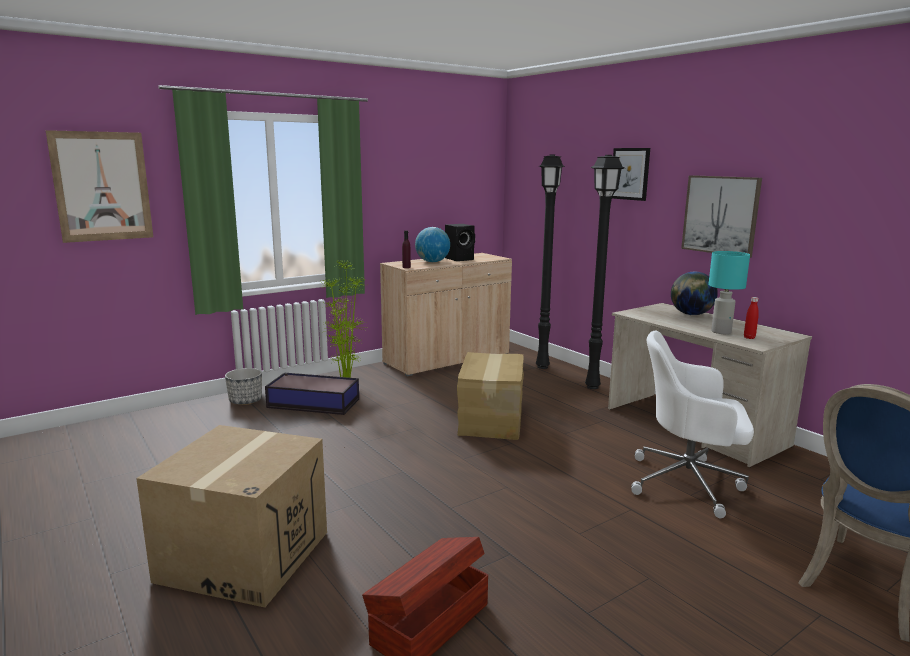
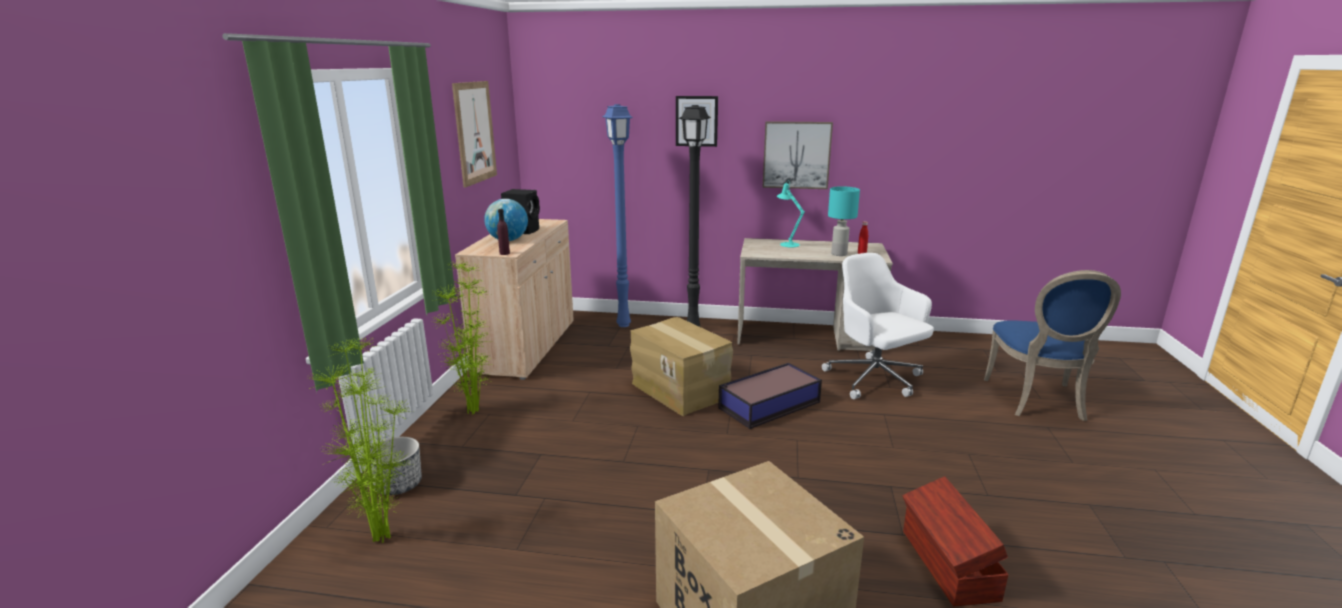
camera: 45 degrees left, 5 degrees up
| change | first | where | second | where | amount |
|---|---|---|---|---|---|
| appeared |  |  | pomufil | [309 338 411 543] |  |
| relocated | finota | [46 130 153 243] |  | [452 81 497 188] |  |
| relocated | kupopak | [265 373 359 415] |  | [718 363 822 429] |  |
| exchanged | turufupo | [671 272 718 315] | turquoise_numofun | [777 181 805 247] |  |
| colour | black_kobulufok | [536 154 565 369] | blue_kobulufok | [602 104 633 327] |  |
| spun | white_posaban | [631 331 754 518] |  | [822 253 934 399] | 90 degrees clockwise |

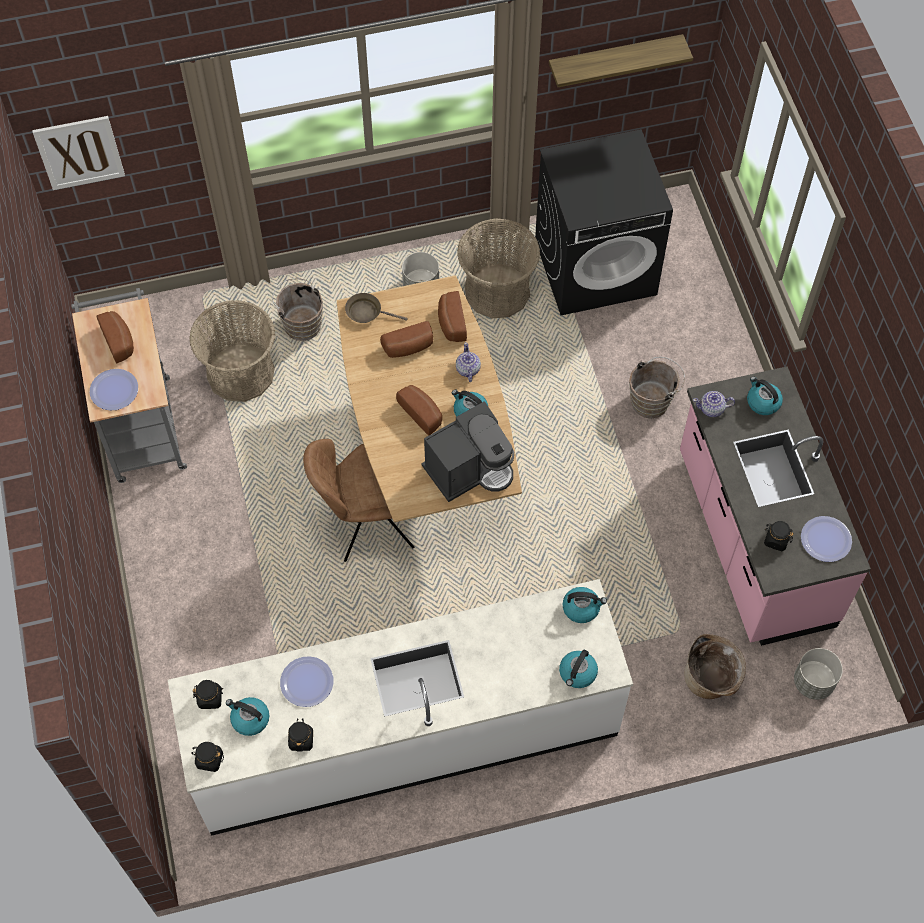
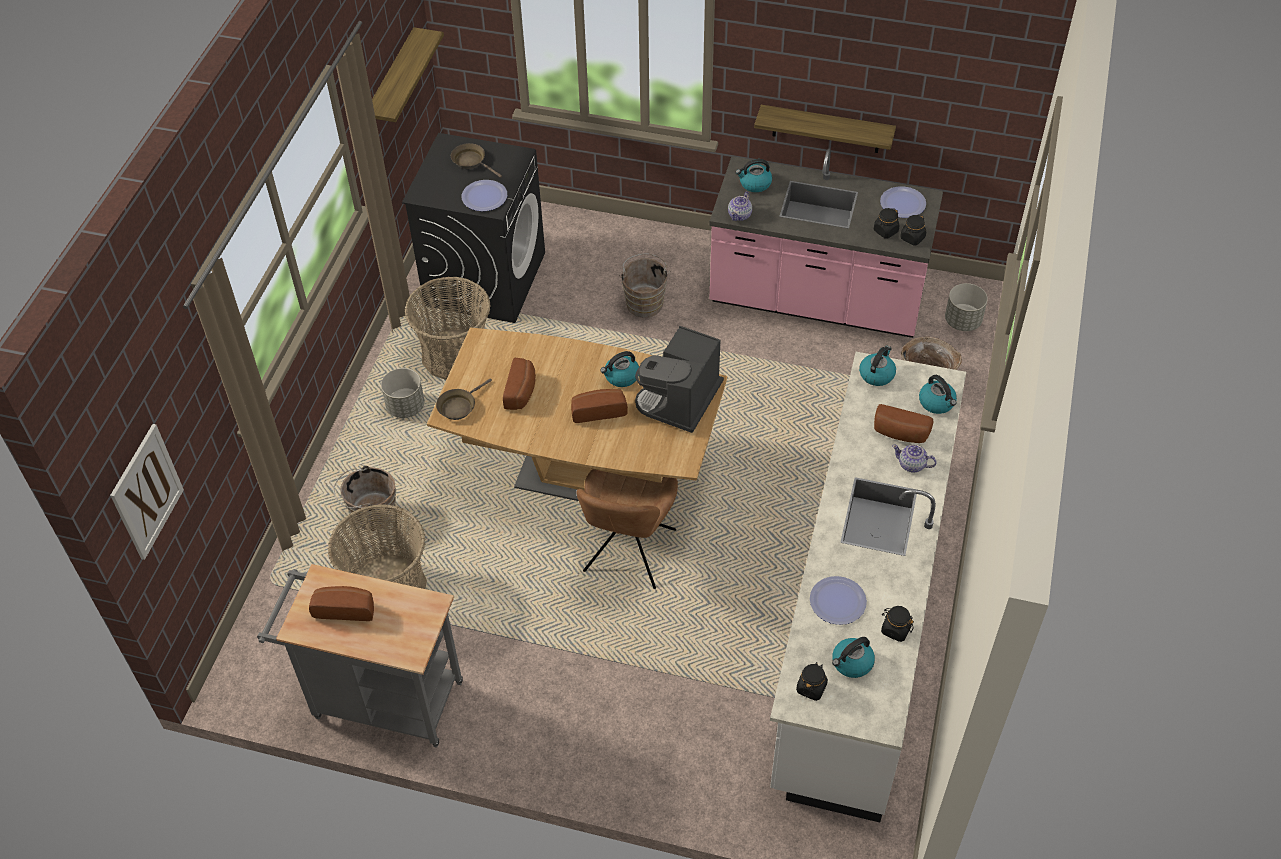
camera: 60 degrees left, 10 degrees down
| change | first | where | second | where | amount |
|---|---|---|---|---|---|
| appeared |  |  | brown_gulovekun | [451 143 502 178] |  |
| appeared |  |  | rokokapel | [754 105 896 153] |  |
| relocated | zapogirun | [90 369 138 410] |  | [462 180 507 211] |  |
| relocated | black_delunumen | [191 742 224 772] |  | [900 214 926 246] |  |
| relocated | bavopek | [438 291 467 342] |  | [874 404 933 443] |  |
| relocated | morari | [456 342 481 382] |  | [892 444 937 473] |  |
| spun | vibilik | [421 401 514 502] |  | [635 326 724 433] | 150 degrees counterclockwise |

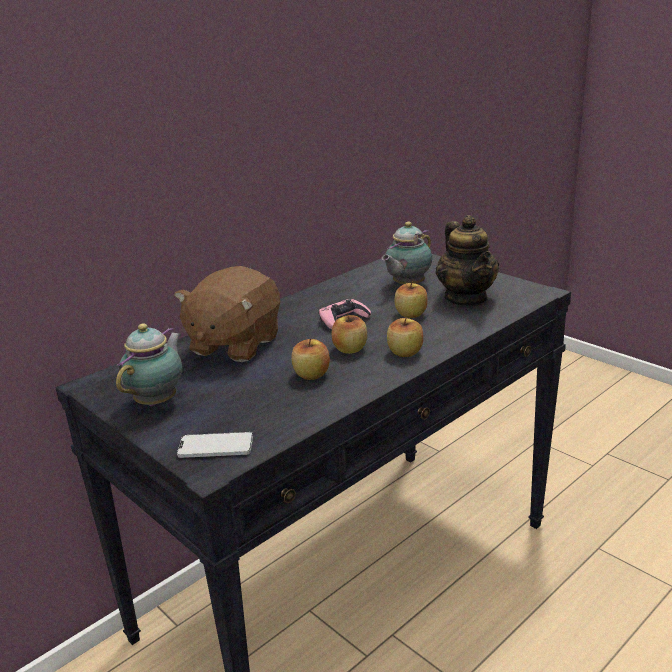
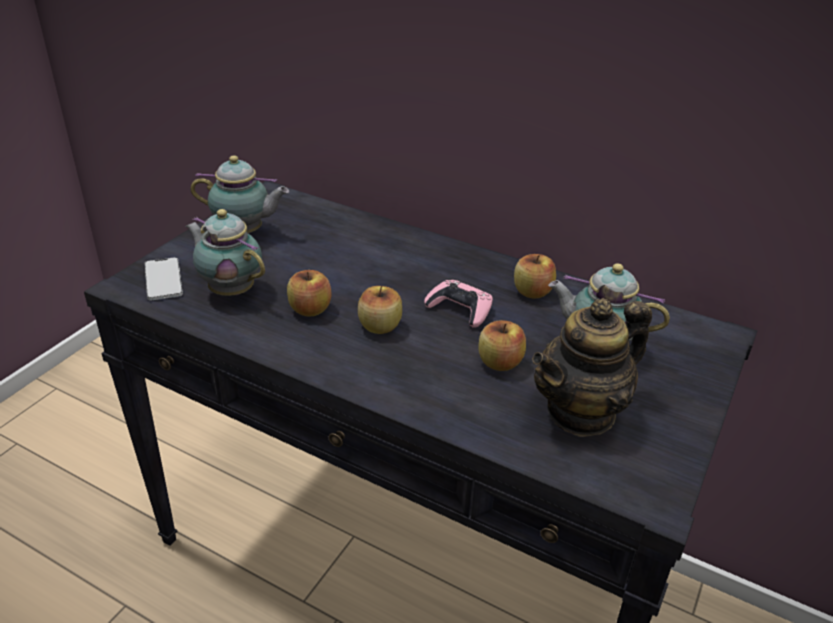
camera: 70 degrees right, 10 degrees up
| change | first | where | second | where | amount |
|---|---|---|---|---|---|
| missing | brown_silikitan | [174 266 280 362] |  |  |  |
| appeared |  |  | morari | [186 209 265 296] |  |
| relocated | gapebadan | [387 316 423 357] |  | [514 254 556 299] |  |

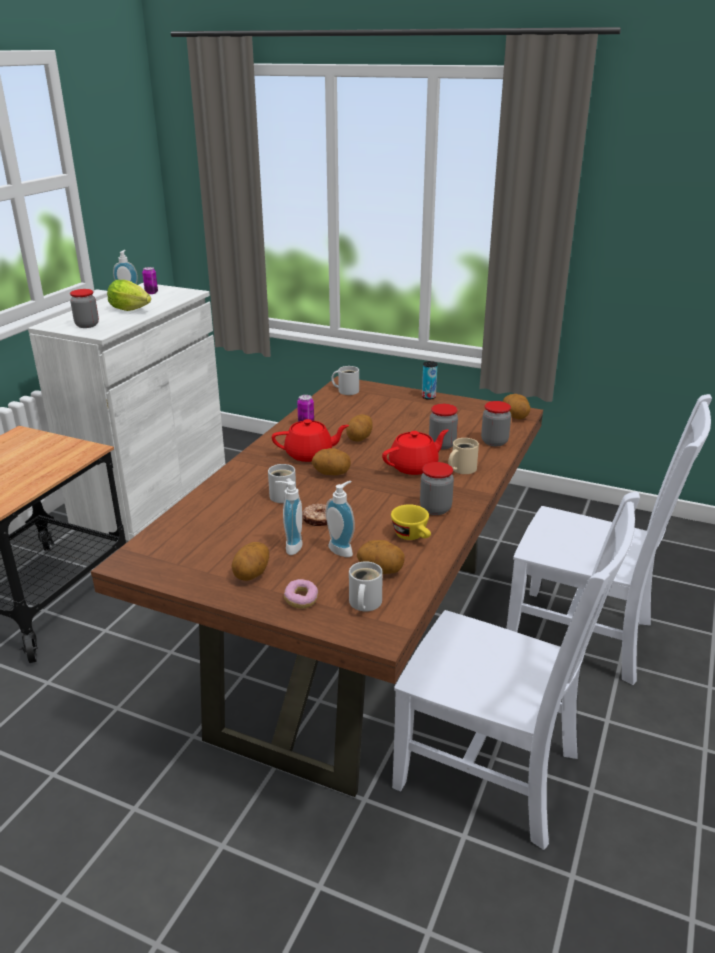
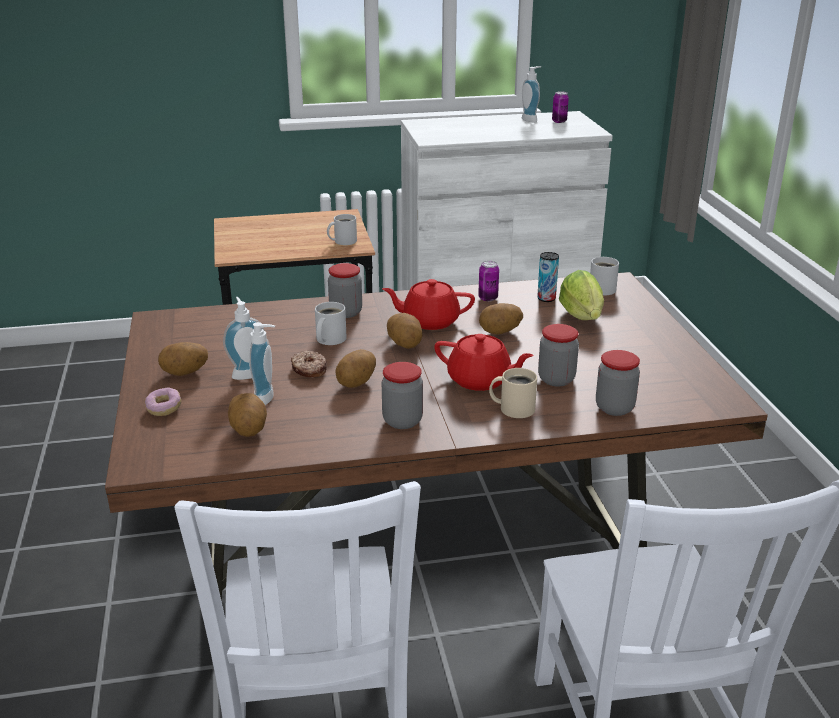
camera: 55 degrees right, 0 degrees up
| change | first | where | second | where | amount |
|---|---|---|---|---|---|
| missing | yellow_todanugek | [391 504 431 540] |  |  |  |
| relocated | delunumen | [70 289 99 328] |  | [328 263 362 318] |  |
| relocated | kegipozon | [107 280 151 311] |  | [559 270 604 320] |  |
| relocated | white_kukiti | [349 561 383 611] |  | [327 214 357 245] |  |
| relocated | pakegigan | [422 361 437 400] |  | [537 252 559 302] |  |
| relocated | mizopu | [503 394 530 419] |  | [335 349 376 388] |  |
| spun | red_morari | [272 419 349 462] |  | [382 279 475 330] | 135 degrees clockwise |

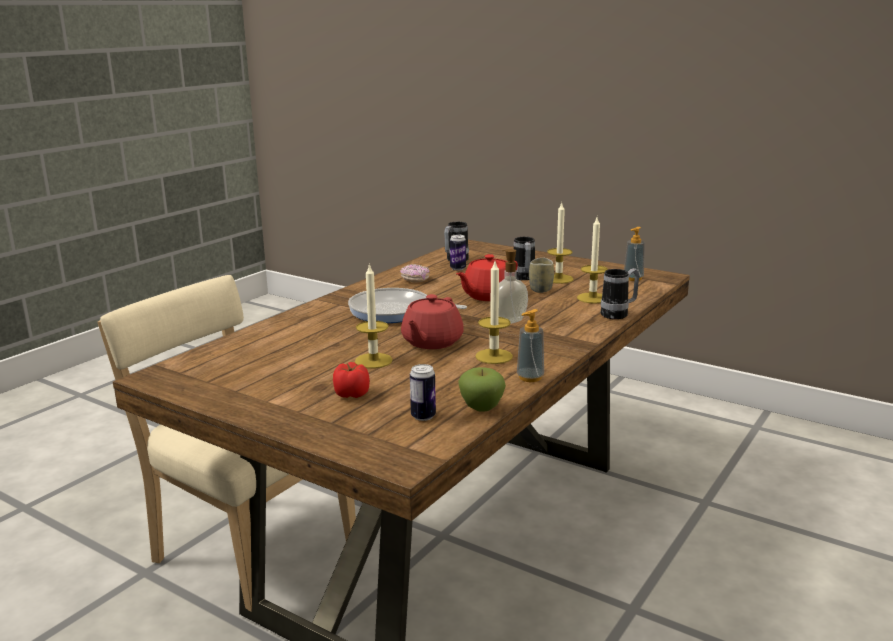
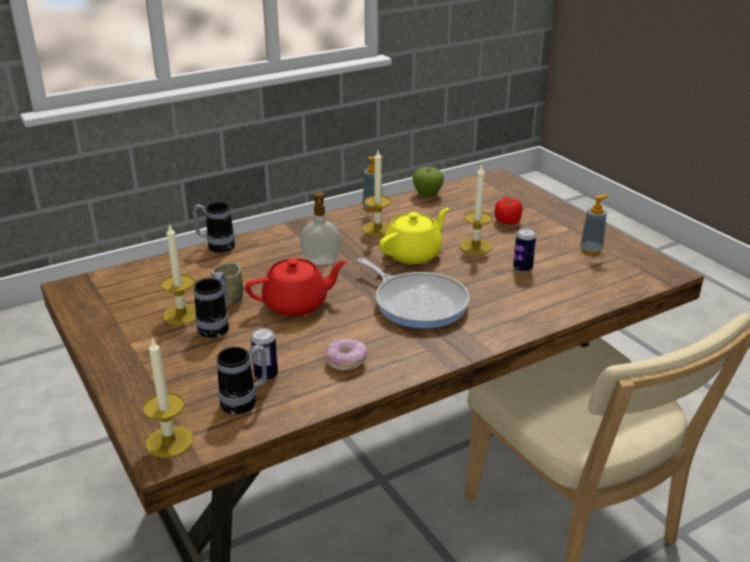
camera: 155 degrees left, 10 degrees up
| change | first | where | second | where | amount |
|---|---|---|---|---|---|
| relocated | pakegigan | [410 364 436 421] |  | [513 228 536 272] |  |
| relocated | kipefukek | [577 217 608 304] |  | [143 337 193 458] |  |
| relocated | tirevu | [624 227 645 281] |  | [580 194 610 255] |  |
| colour | red_morari | [401 294 464 349] | yellow_morari | [379 208 449 264] |  |

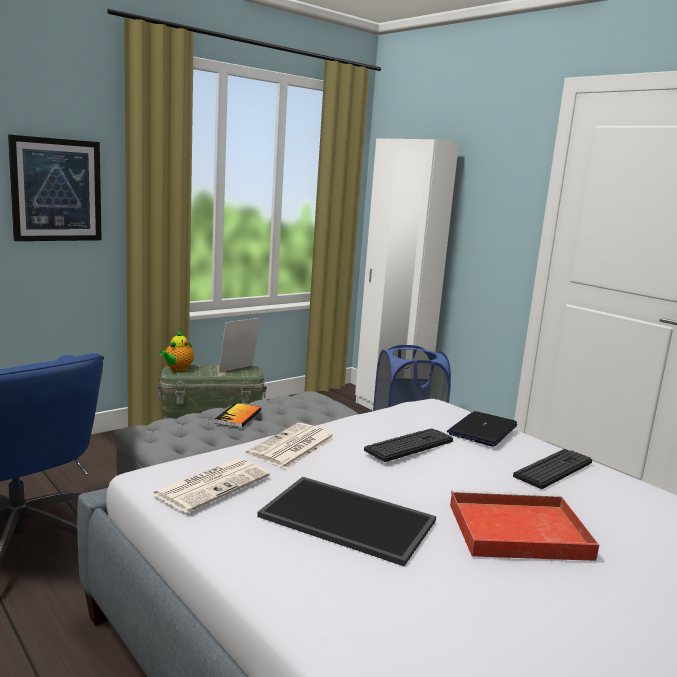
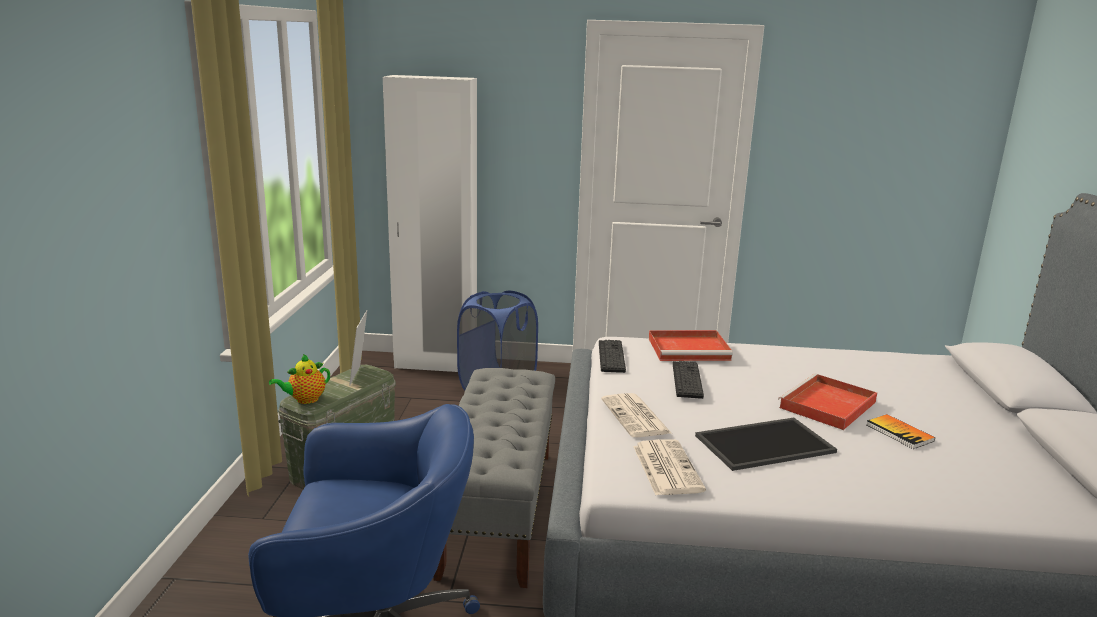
camera: 45 degrees left, 5 degrees up
| change | first | where | second | where | amount |
|---|---|---|---|---|---|
| missing | finota | [8 135 102 241] |  |  |  |
| relocated | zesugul | [215 403 261 428] |  | [867 414 935 449] |  |
| relocated | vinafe | [513 449 592 489] |  | [599 340 626 373] |  |
| exchanged | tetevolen | [447 411 517 446] | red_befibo | [649 330 733 361] |  |
| spun | morari | [159 330 194 372] |  | [269 354 330 404] | 75 degrees clockwise |

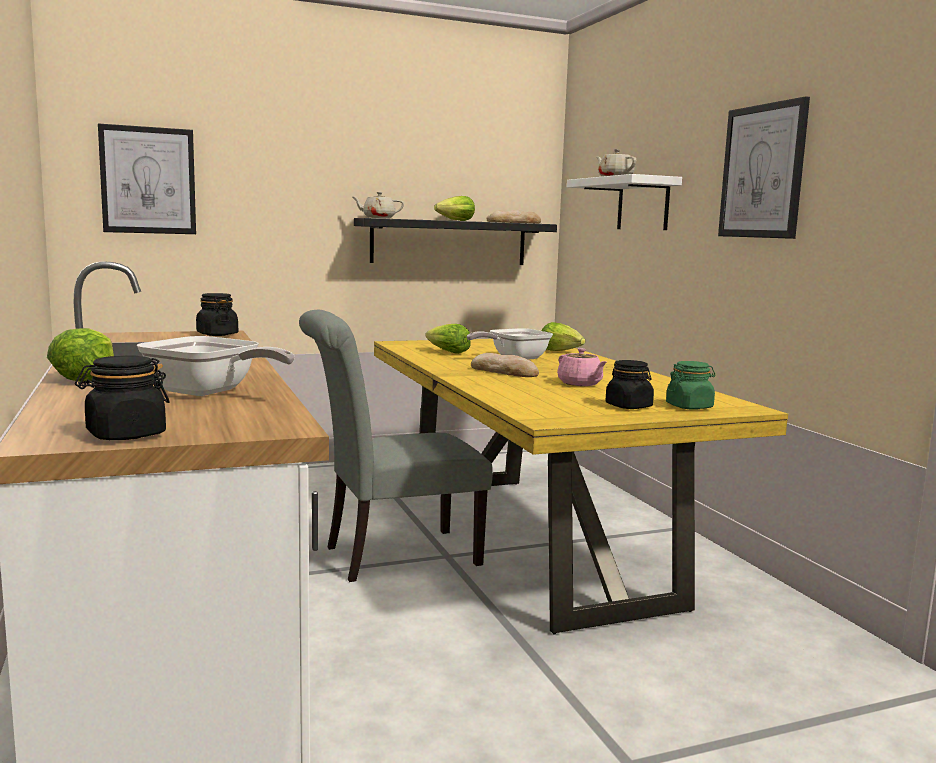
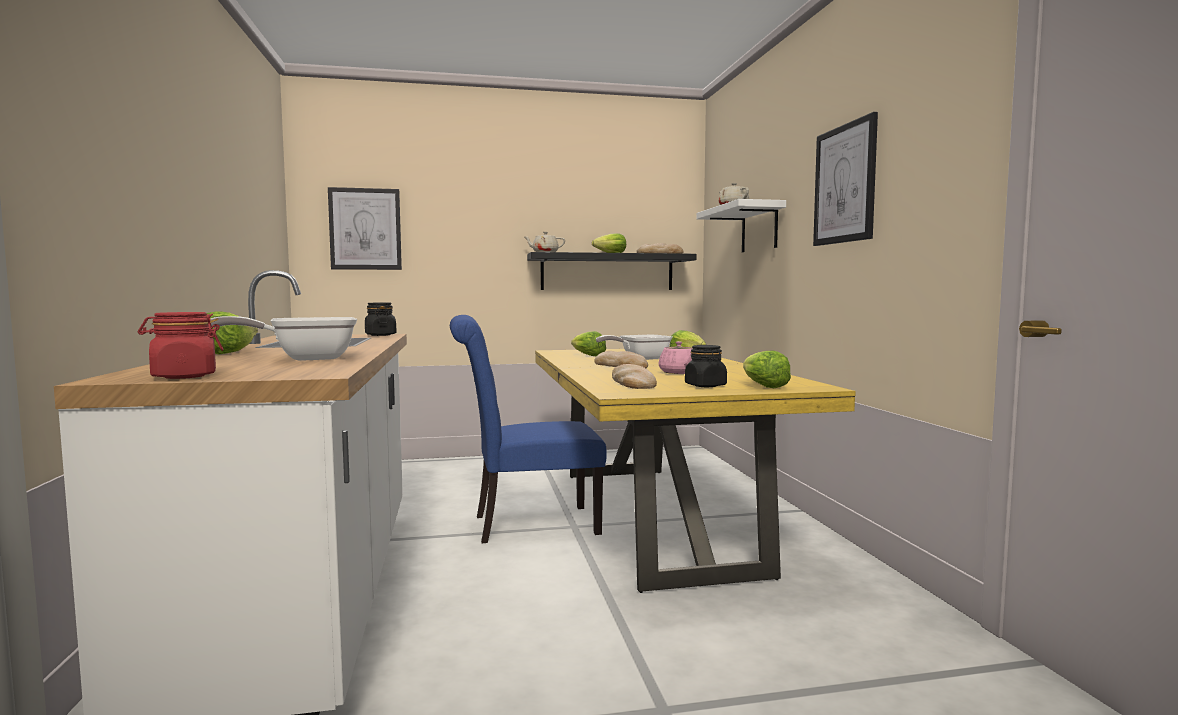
camera: 10 degrees right, 5 degrees down
| change | first | where | second | where | amount |
|---|---|---|---|---|---|
| appeared |  |  | bavopek | [612 364 657 389] |  |
| exchanged | green_delunumen | [666 361 716 410] | kegipozon | [743 351 791 388] |  |
| colour | black_delunumen | [75 355 170 440] | red_delunumen | [138 312 223 379] |  |
| colour | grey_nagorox | [299 310 493 582] | blue_nagorox | [450 315 607 543] |  |
| spun | gulovekun | [137 336 295 396] |  | [210 316 357 361] | 120 degrees clockwise |

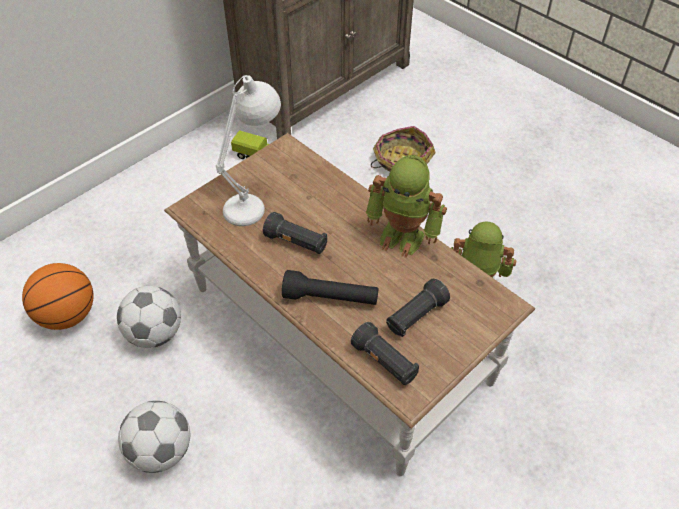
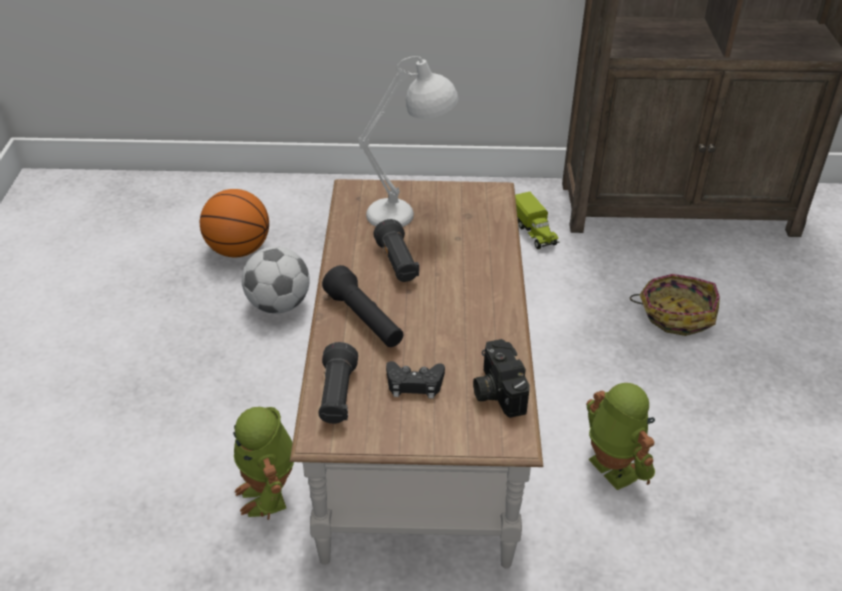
camera: 45 degrees right, 10 degrees down
| change | first | where | second | where | amount |
|---|---|---|---|---|---|
| missing | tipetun | [118 401 190 473] |  |  |  |
| appeared |  |  | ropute | [473 339 530 418] |  |
| relocated | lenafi | [366 155 447 258] |  | [233 407 294 520] |  |
| exchanged | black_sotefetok | [386 279 450 337] | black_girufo | [386 361 445 399] |  |

